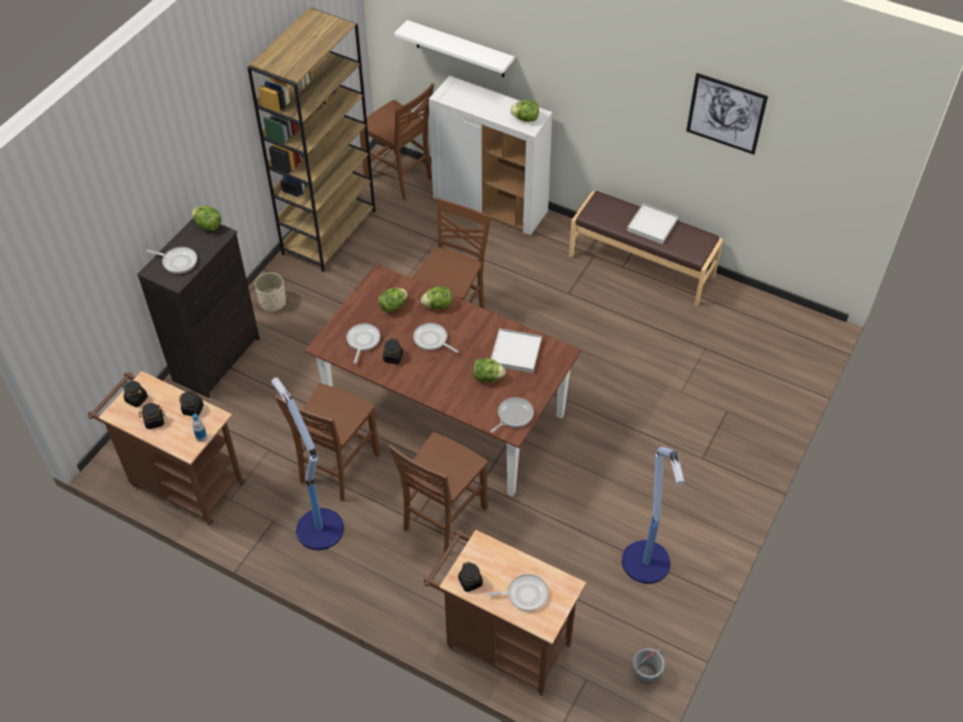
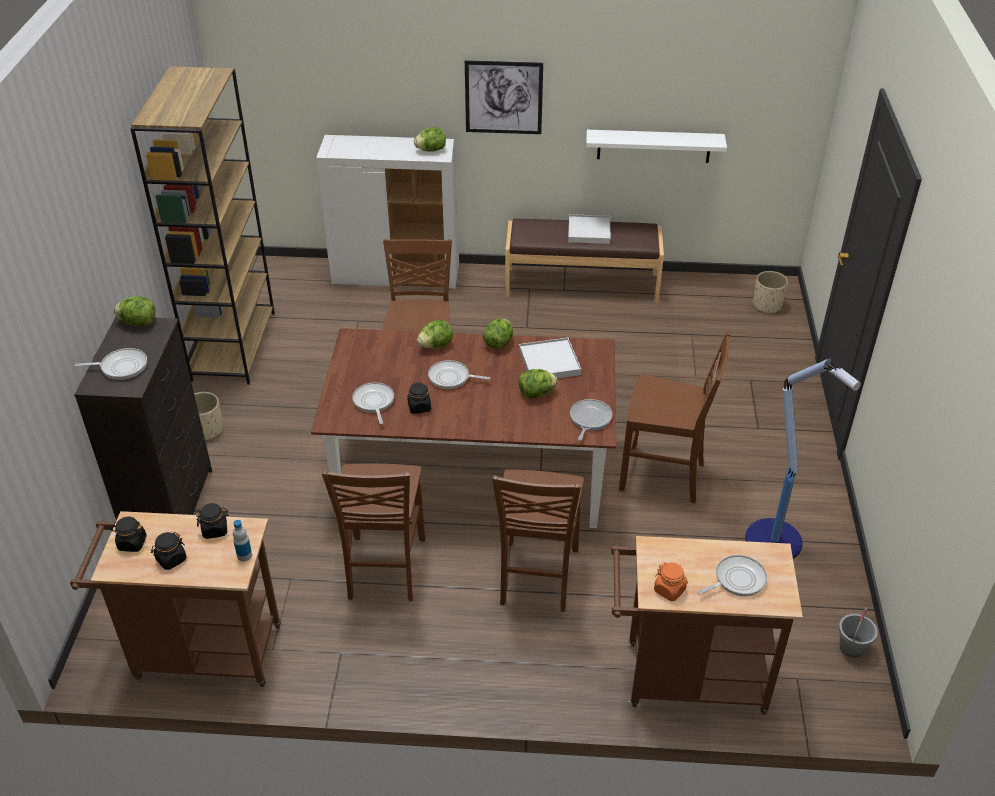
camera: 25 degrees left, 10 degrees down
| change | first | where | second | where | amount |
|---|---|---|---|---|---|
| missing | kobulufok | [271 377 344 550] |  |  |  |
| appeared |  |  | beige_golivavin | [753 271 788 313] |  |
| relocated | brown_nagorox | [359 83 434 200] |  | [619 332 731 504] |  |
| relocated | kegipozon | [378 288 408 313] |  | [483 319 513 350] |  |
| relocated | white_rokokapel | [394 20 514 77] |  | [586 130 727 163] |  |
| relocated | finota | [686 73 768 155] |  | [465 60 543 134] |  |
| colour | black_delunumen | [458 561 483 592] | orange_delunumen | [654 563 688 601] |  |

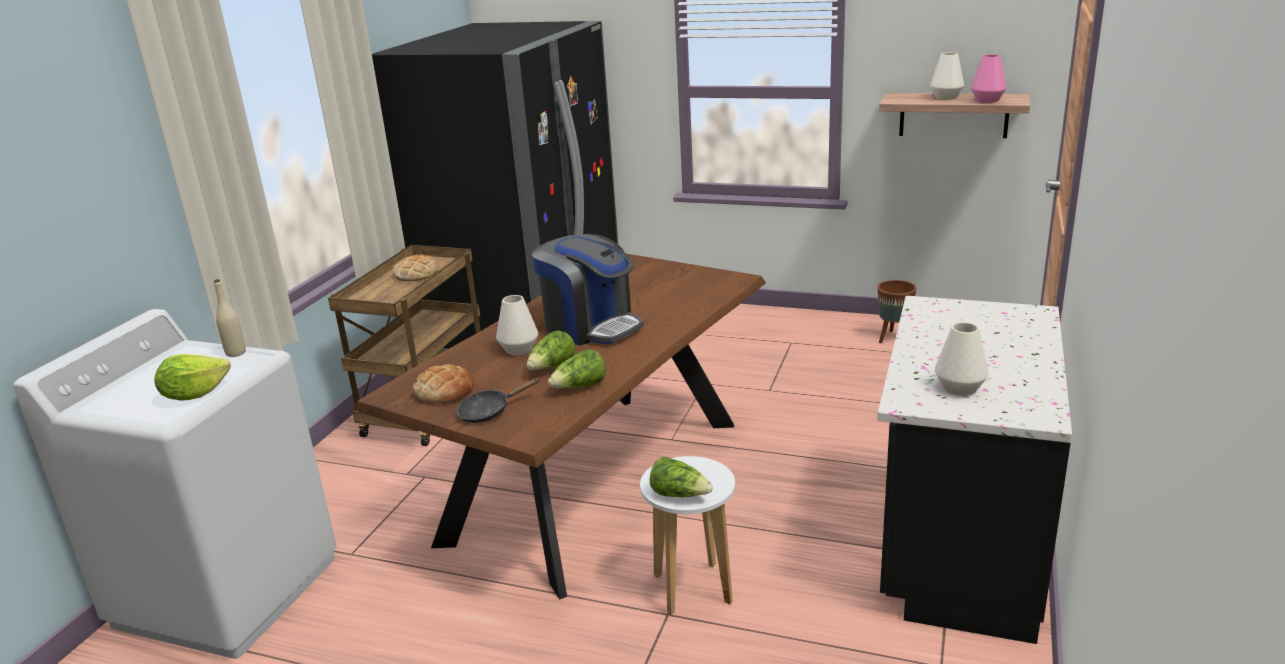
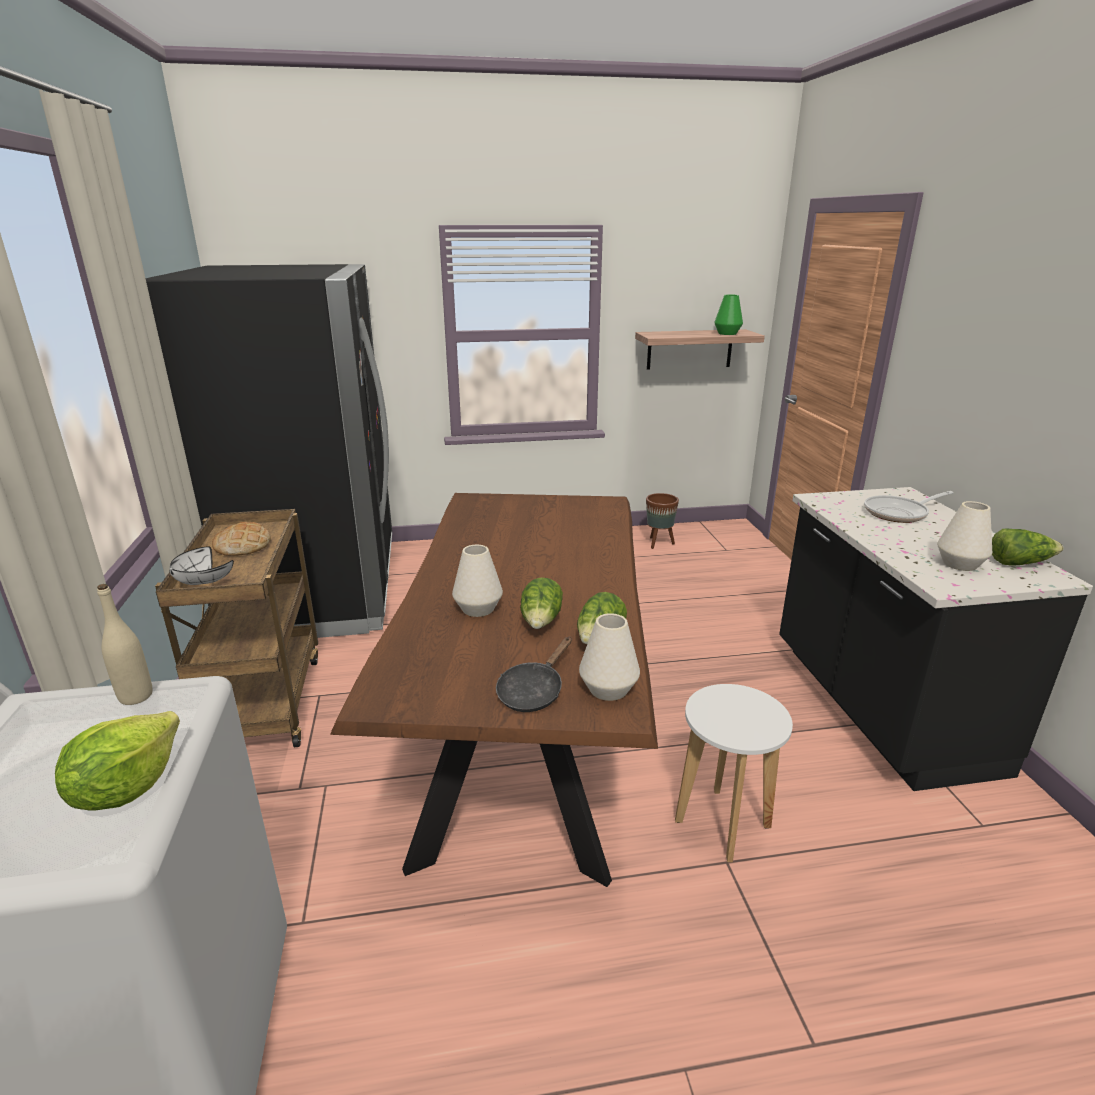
camera: 30 degrees left, 0 degrees up
| change | first | where | second | where | amount |
|---|---|---|---|---|---|
| missing | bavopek | [413 364 474 403] |  |  |  |
| missing | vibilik | [532 234 643 346] |  |  |  |
| appeared |  |  | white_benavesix | [170 546 234 585] |  |
| appeared |  |  | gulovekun | [864 491 954 523] |  |
| relocated | kegipozon | [650 457 713 497] |  | [992 529 1064 565] |  |
| relocated | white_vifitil | [930 52 964 100] |  | [579 613 640 701] |  |
| colour | pink_vifitil | [971 54 1006 103] | green_vifitil | [714 295 743 335] |  |

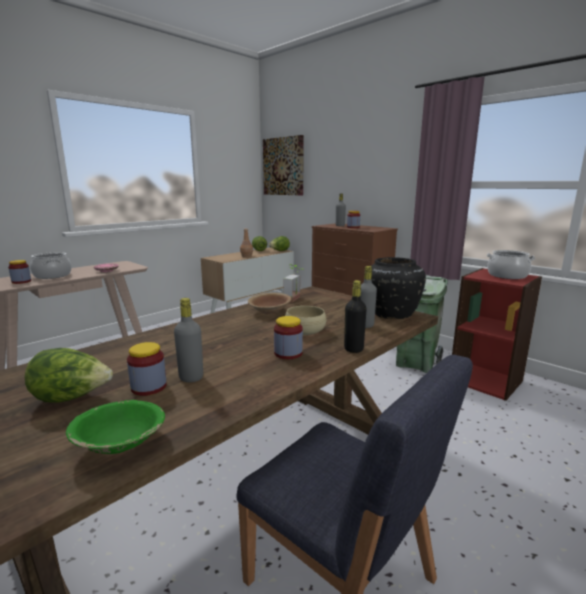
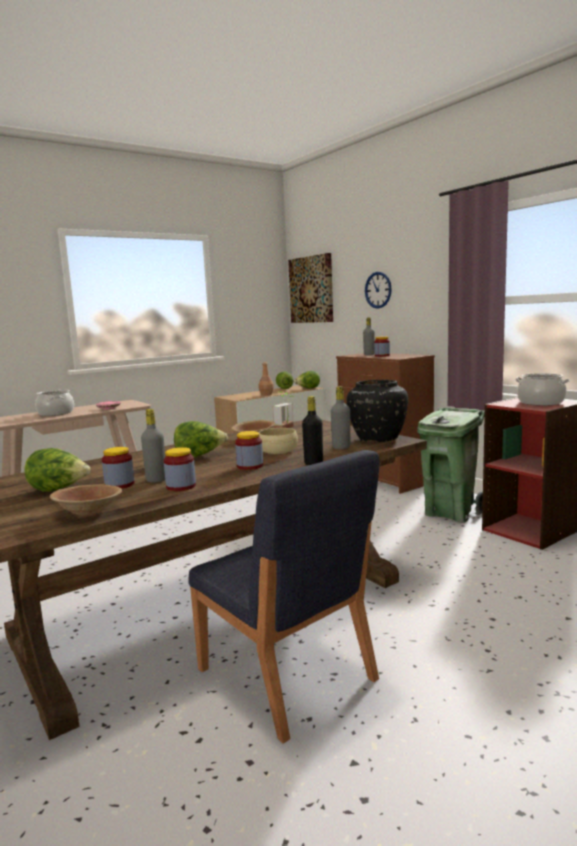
camera: 10 degrees right, 5 degrees down
| change | first | where | second | where | amount |
|---|---|---|---|---|---|
| appeared |  |  | kegipozon | [174 421 228 457] |  |
| appeared |  |  | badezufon | [365 272 392 309] |  |
| relocated | delunumen | [8 260 31 284] |  | [164 447 196 491] |  |
| colour | green_benavesix | [66 400 165 454] | brown_benavesix | [50 484 122 516] |  |

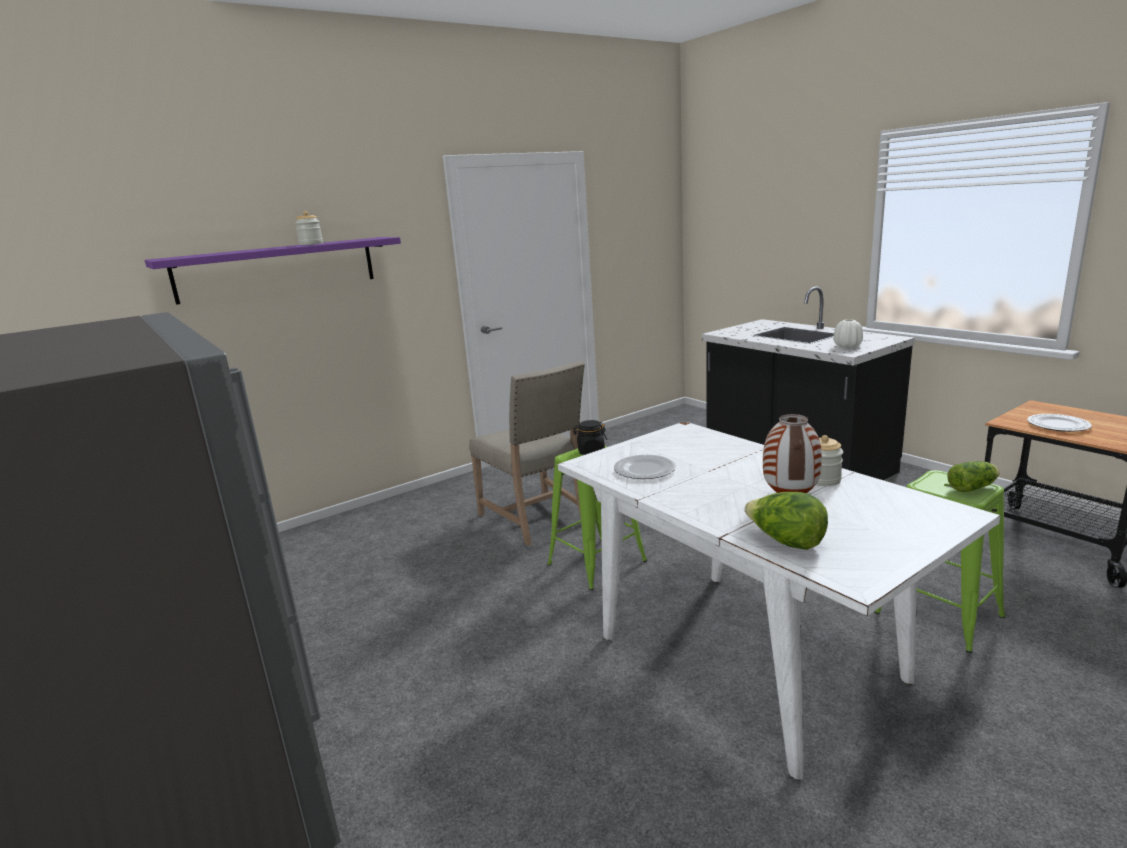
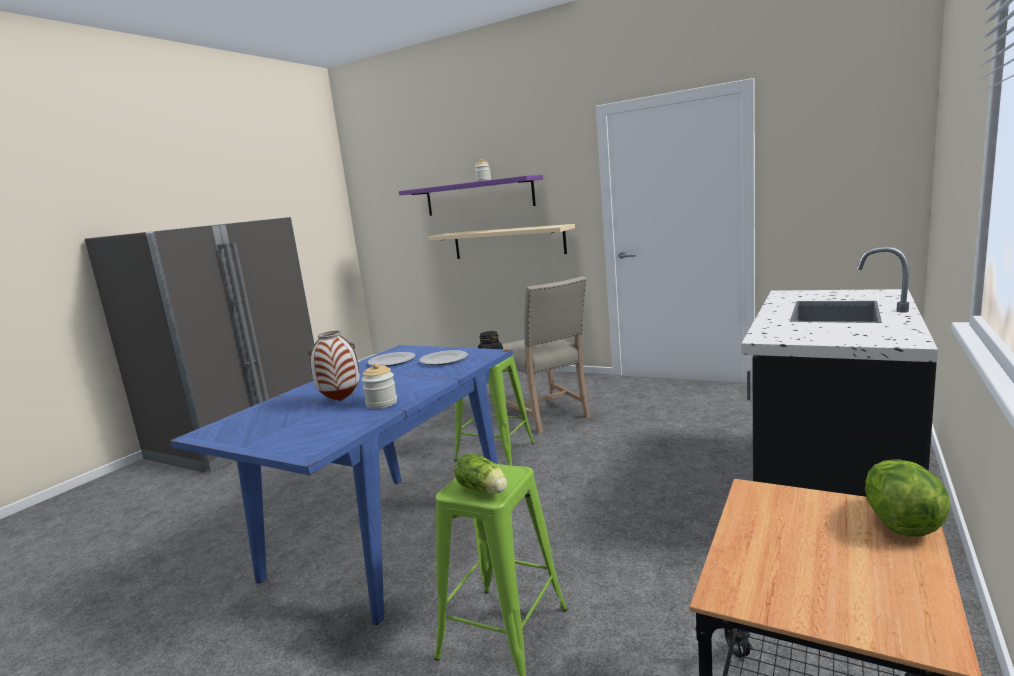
camera: 65 degrees right, 5 degrees down
| change | first | where | second | where | amount |
|---|---|---|---|---|---|
| missing | white_vifitil | [833 319 863 348] |  |  |  |
| appeared |  |  | beige_rokokapel | [428 224 575 259] |  |
| relocated | kegipozon | [744 492 828 550] |  | [865 459 950 537] |  |
| relocated | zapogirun | [1027 414 1092 432] |  | [419 350 468 365] |  |
| colour | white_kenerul | [557 421 1001 781] | blue_kenerul | [170 345 513 625] |  |
| spun | beige_nagorox | [469 361 585 546] |  | [502 276 591 433] | 60 degrees counterclockwise |

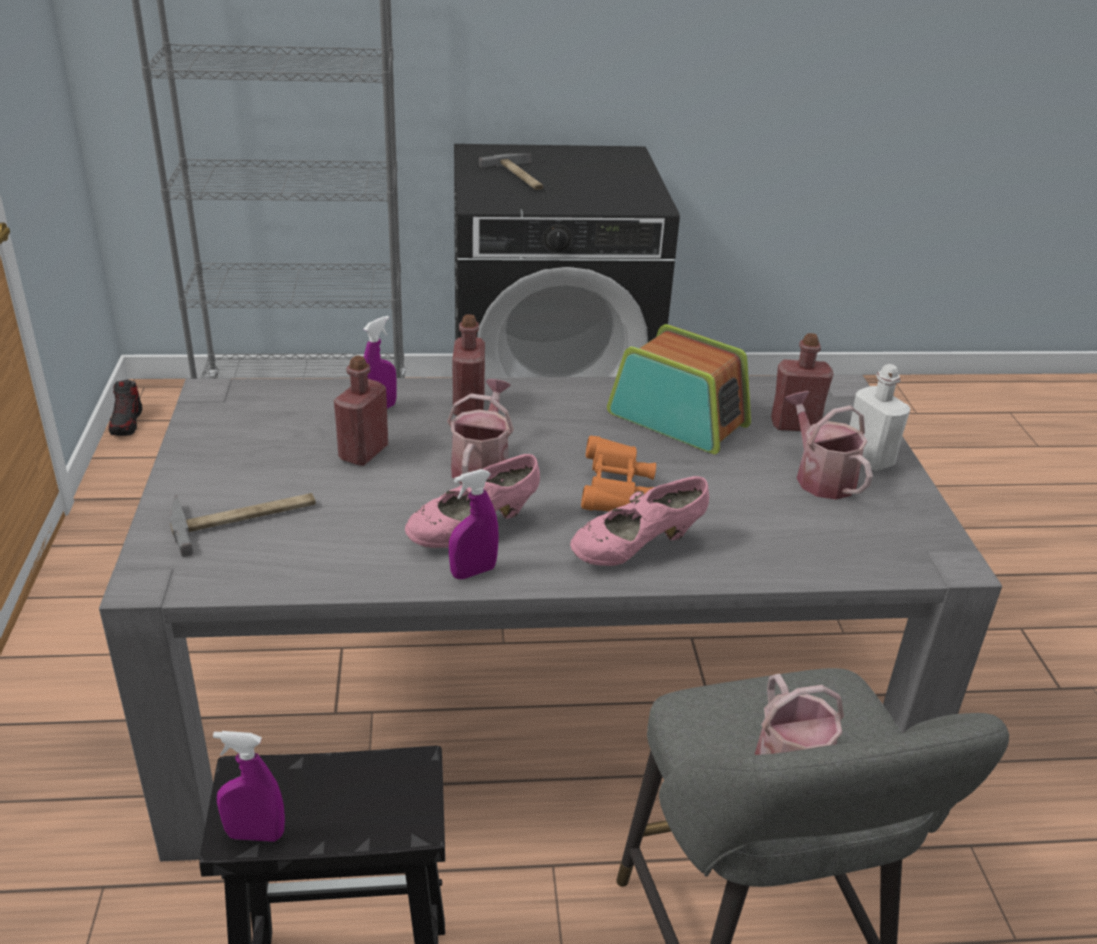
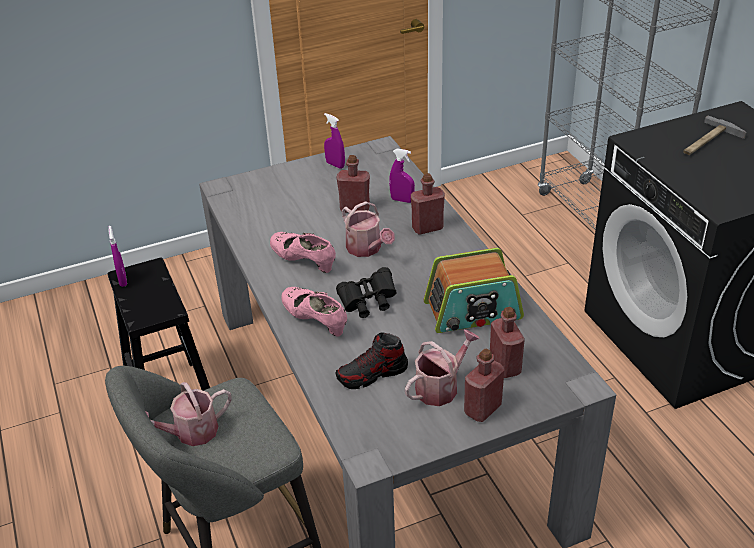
camera: 75 degrees right, 5 degrees up
| change | first | where | second | where | amount |
|---|---|---|---|---|---|
| missing | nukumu | [169 493 316 557] |  |  |  |
| relocated | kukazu | [108 380 142 436] |  | [335 333 408 389] |  |
| relocated | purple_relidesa | [449 469 499 579] |  | [324 113 345 169] |  |
| colour | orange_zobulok | [581 436 656 512] | black_zobulok | [336 267 397 318] |  |
| colour | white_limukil | [850 364 910 471] | red_limukil | [464 349 504 422] |  |
| spun | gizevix | [447 379 514 484] |  | [342 201 395 257] | 60 degrees clockwise |
| spun | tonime | [607 324 751 454] |  | [424 248 524 333] | 60 degrees clockwise |

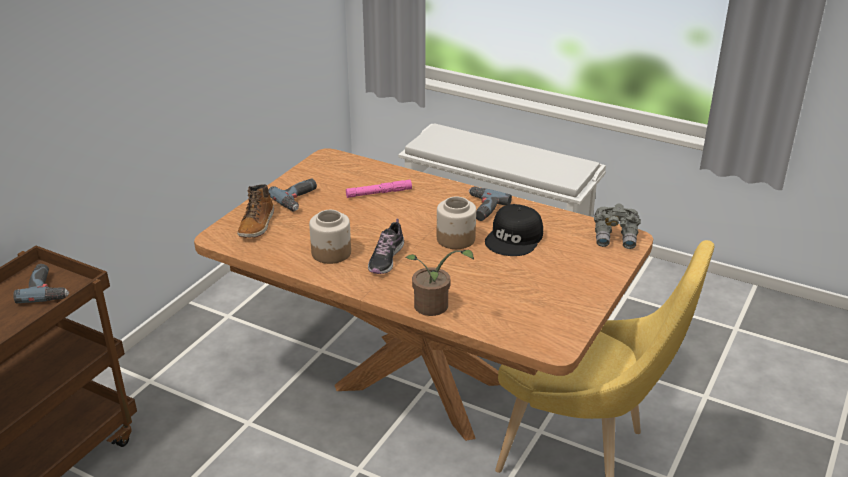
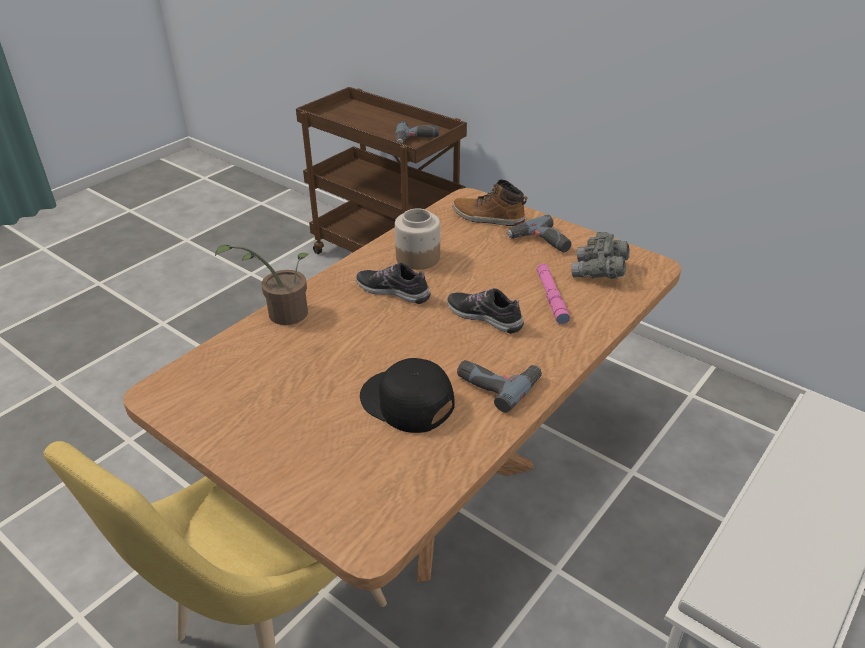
camera: 100 degrees right, 5 degrees up
| change | first | where | second | where | amount |
|---|---|---|---|---|---|
| missing | delunumen | [437 197 476 249] |  |  |  |
| appeared |  |  | kukazu | [447 288 524 334] |  |
| relocated | grey_zobulok | [594 204 641 249] |  | [571 232 630 279] |  |

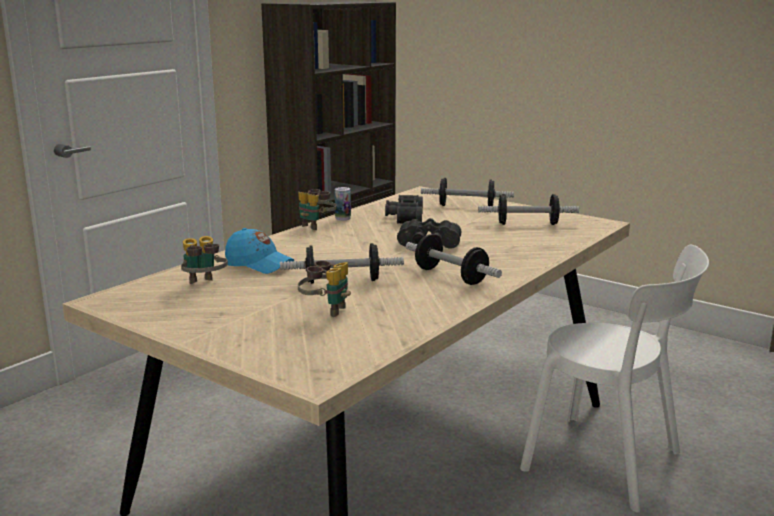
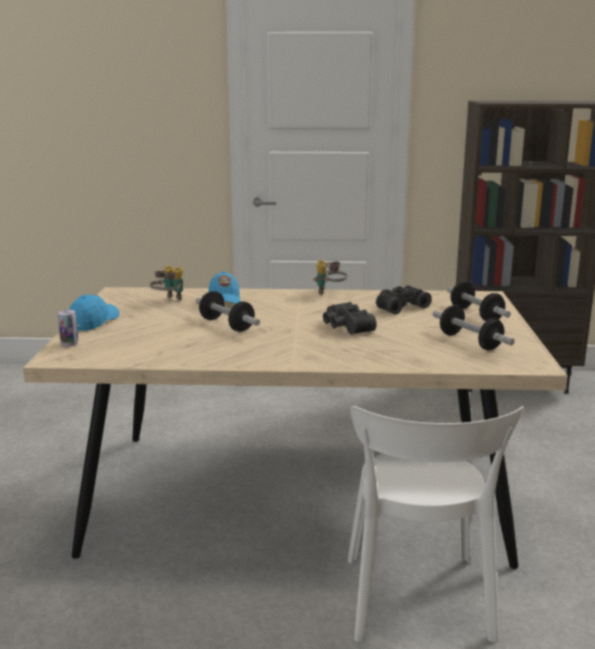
camera: 55 degrees right, 0 degrees up
| change | first | where | second | where | amount |
|---|---|---|---|---|---|
| missing | zobulok | [298 260 351 317] |  |  |  |
| missing | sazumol | [406 234 502 285] |  |  |  |
| appeared |  |  | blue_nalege | [69 294 120 331] |  |
| relocated | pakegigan | [334 187 351 221] |  | [58 310 78 347] |  |

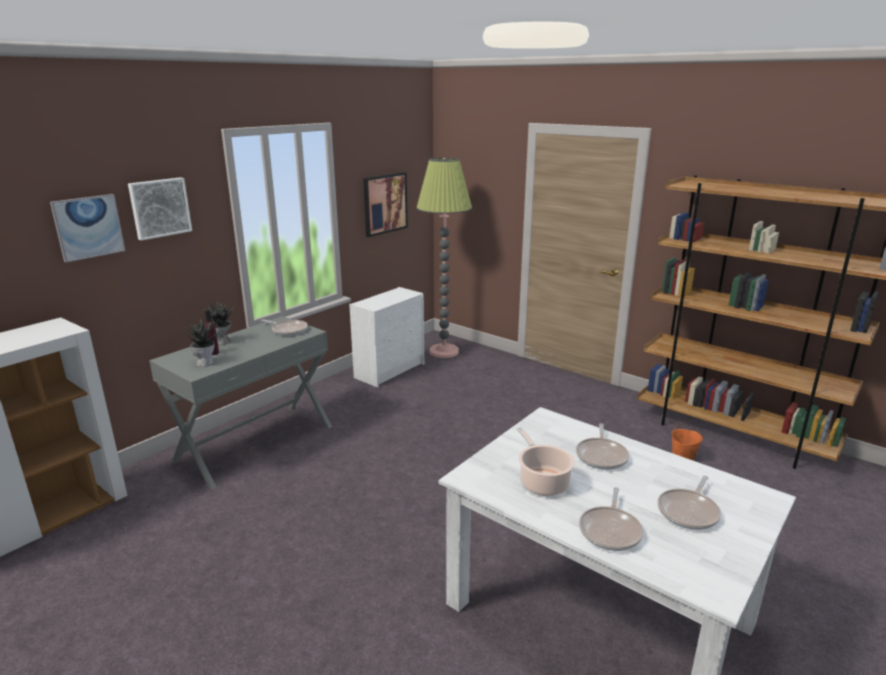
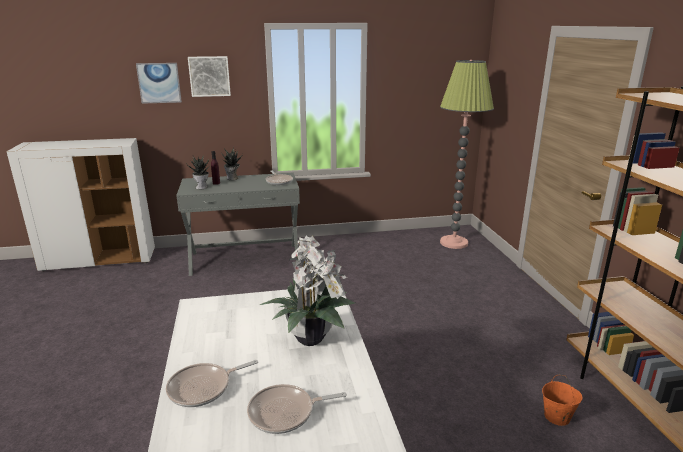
camera: 40 degrees right, 0 degrees up
| change | first | where | second | where | amount |
|---|---|---|---|---|---|
| missing | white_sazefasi | [349 287 424 388] |  |  |  |
| missing | finota | [363 172 408 237] |  |  |  |
| missing | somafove | [517 427 575 496] |  |  |  |
| exchanged | gulovekun | [576 423 629 470] | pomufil | [260 236 355 346] |  |

